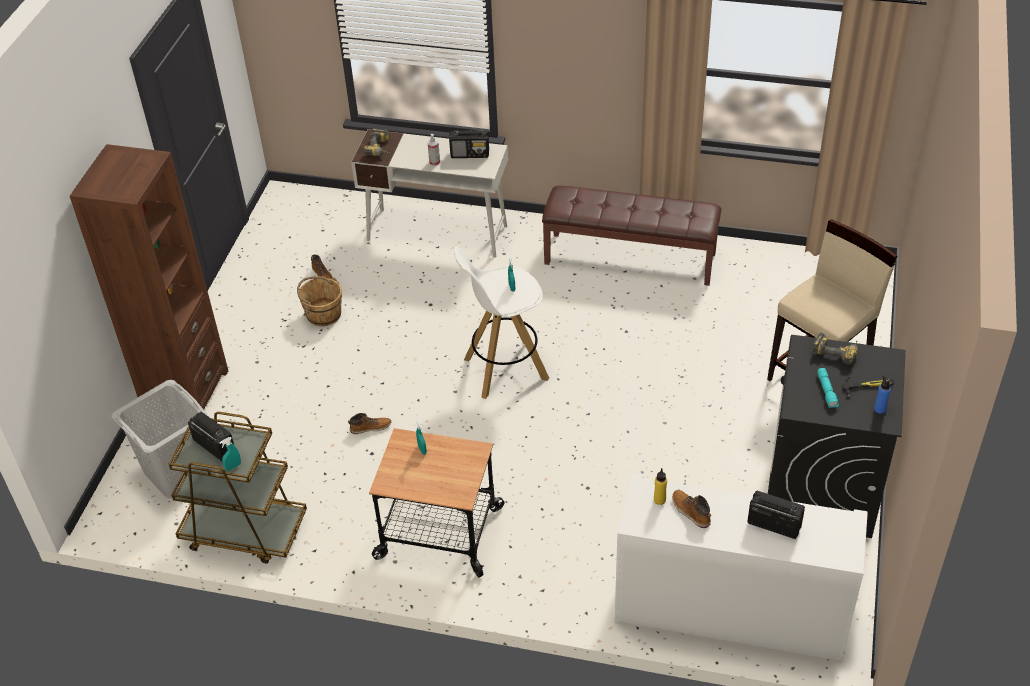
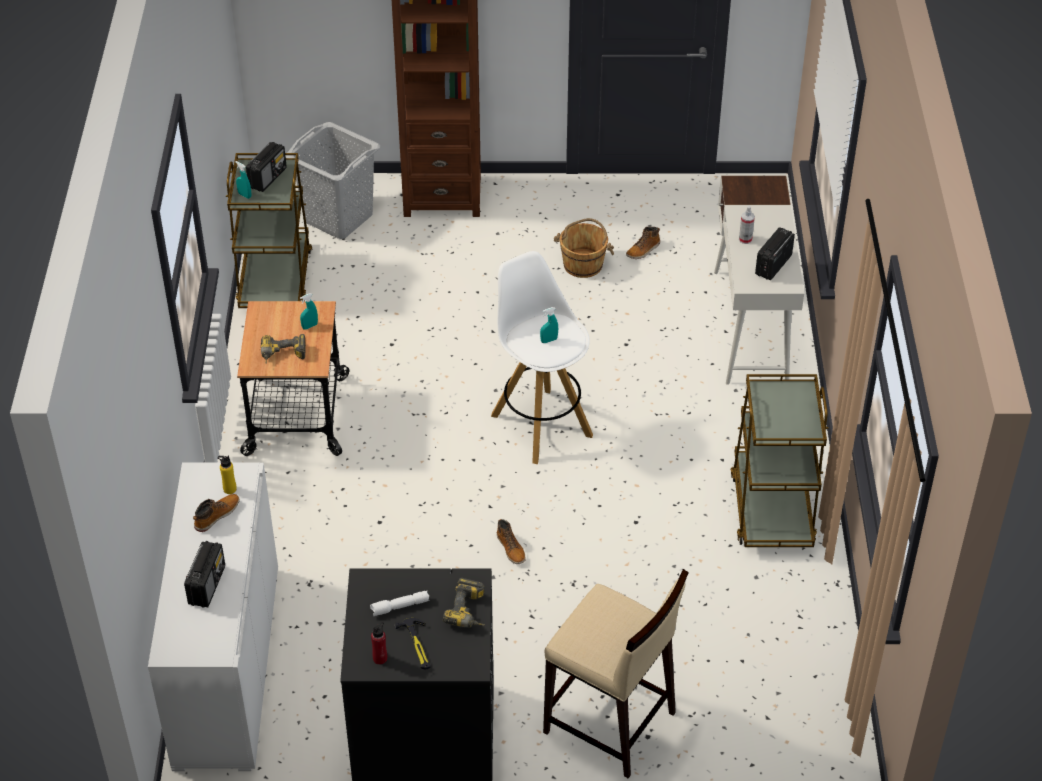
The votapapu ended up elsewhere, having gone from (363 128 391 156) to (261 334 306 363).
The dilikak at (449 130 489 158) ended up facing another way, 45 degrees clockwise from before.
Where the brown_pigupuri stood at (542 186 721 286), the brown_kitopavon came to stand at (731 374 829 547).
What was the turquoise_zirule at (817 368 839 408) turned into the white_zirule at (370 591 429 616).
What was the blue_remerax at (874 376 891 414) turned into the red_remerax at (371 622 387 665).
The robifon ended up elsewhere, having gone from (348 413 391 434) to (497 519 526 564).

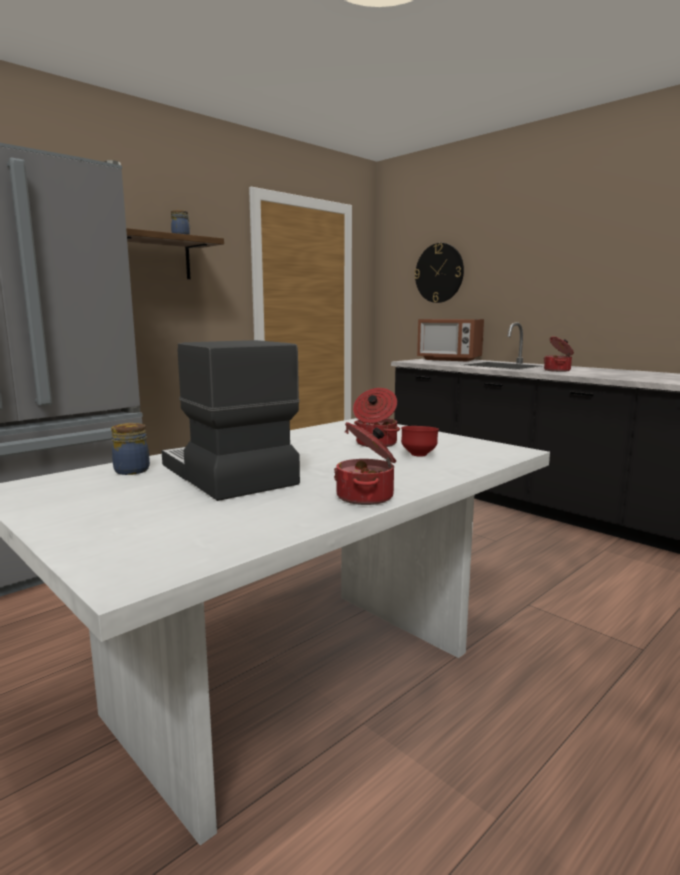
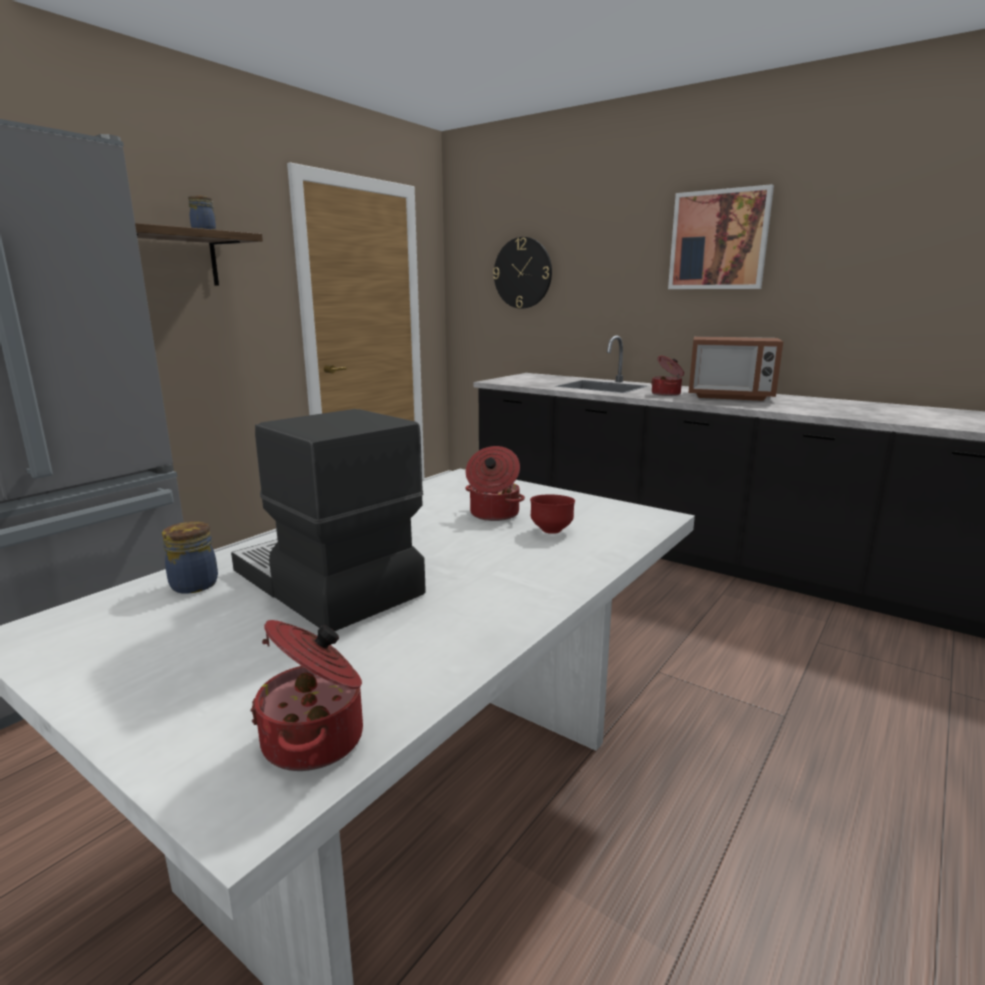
The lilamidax ended up elsewhere, having gone from (417 319 484 361) to (688 336 783 401).
The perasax ended up elsewhere, having gone from (334 422 396 505) to (250 620 363 771).
The second view gained the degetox at (668 184 774 289).

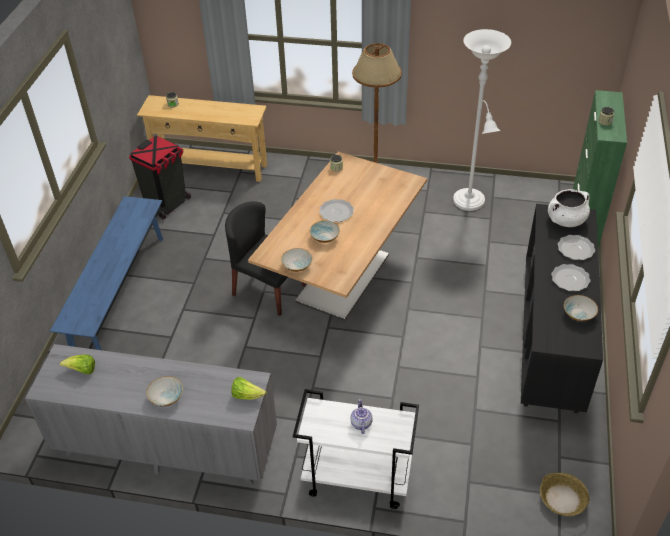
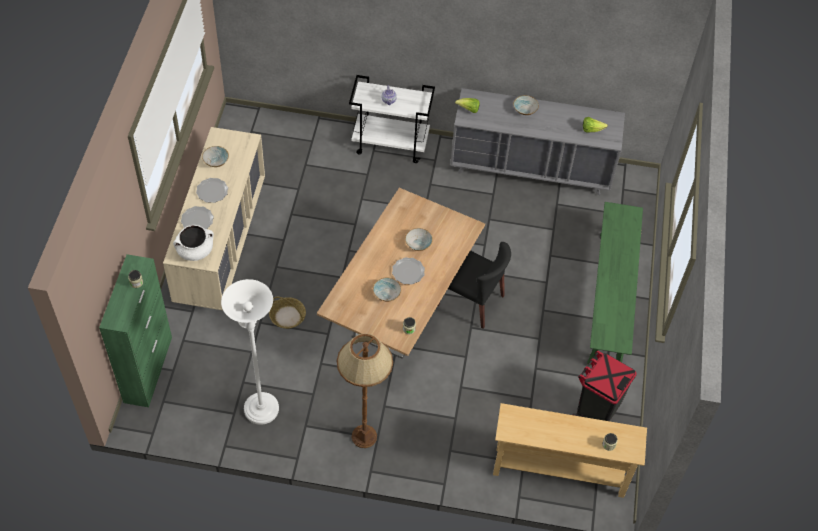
What was the blue_pigupuri at (50 196 163 350) turned into the green_pigupuri at (587 202 643 366).
What was the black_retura at (521 204 603 413) turned into the beige_retura at (163 127 265 310).
The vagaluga ended up elsewhere, having gone from (281 248 312 272) to (373 277 401 301).
The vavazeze ended up elsewhere, having gone from (540 473 590 516) to (269 297 306 329).

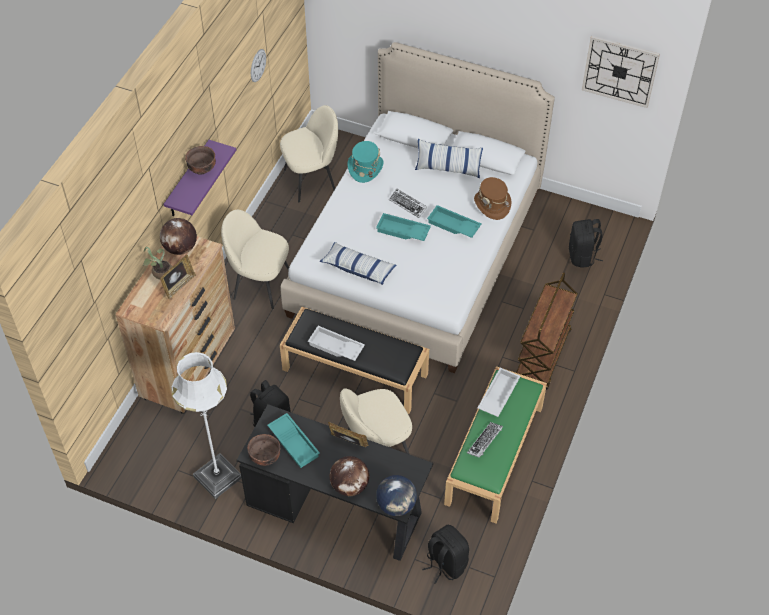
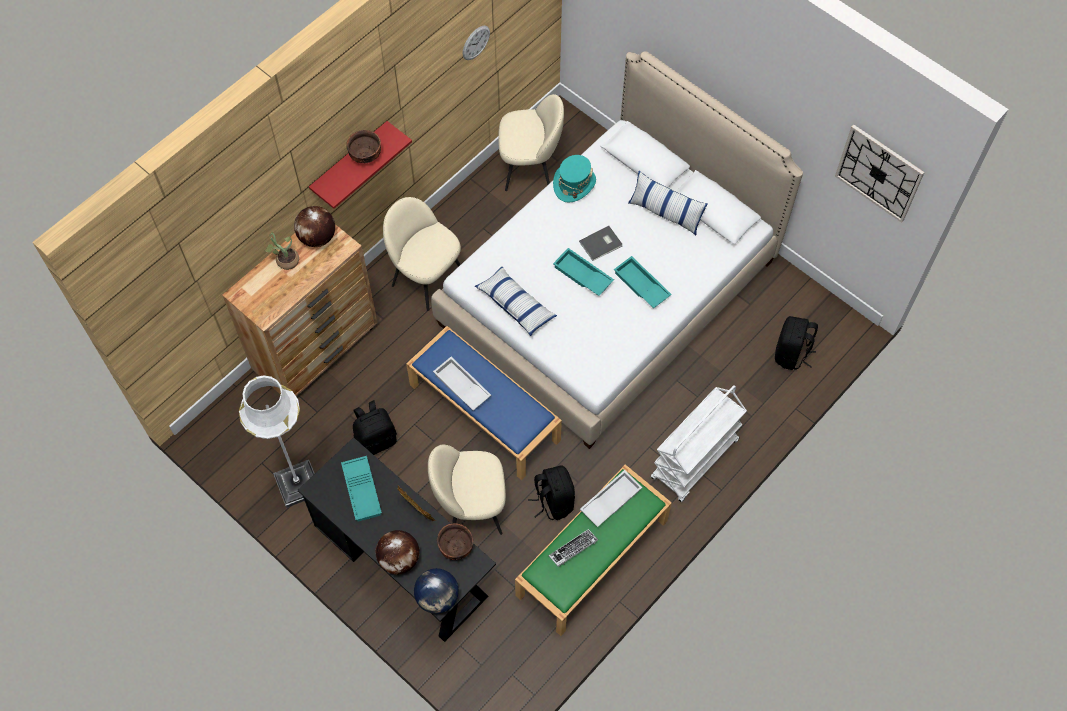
What was the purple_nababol at (163 140 236 216) turned into the red_nababol at (309 121 412 209).
The second view lost the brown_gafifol at (474 177 511 220).
Where the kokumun stood at (389 189 427 218), the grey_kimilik came to stand at (579 226 622 261).
The second view lost the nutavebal at (160 255 196 299).
What was the brown_kitopavon at (516 272 578 390) turned into the white_kitopavon at (651 385 747 502).
What was the black_pigupuri at (280 307 429 414) turned into the blue_pigupuri at (406 326 562 480).
The brown_vagaluga ended up elsewhere, having gone from (247 434 281 466) to (437 523 473 560).
The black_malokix ended up elsewhere, having gone from (422 525 469 584) to (528 465 575 520).

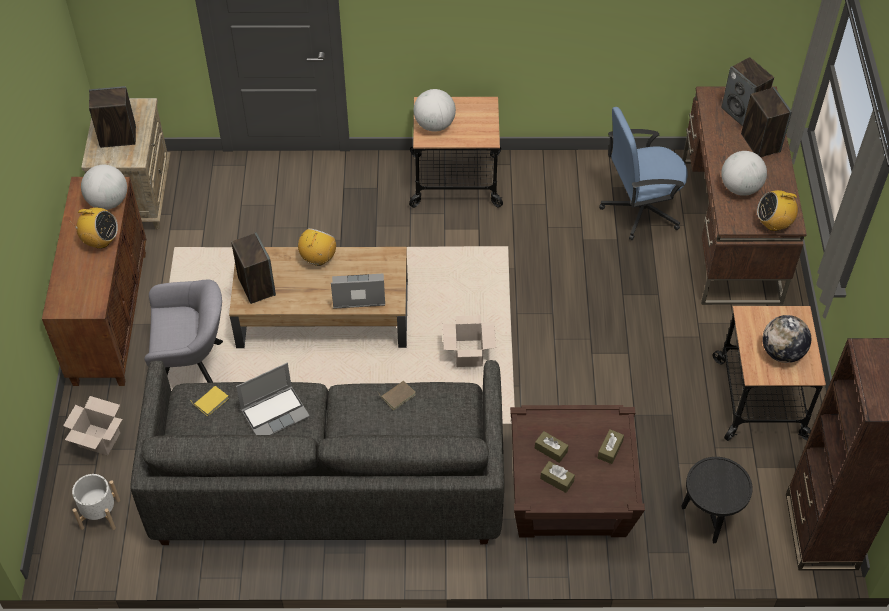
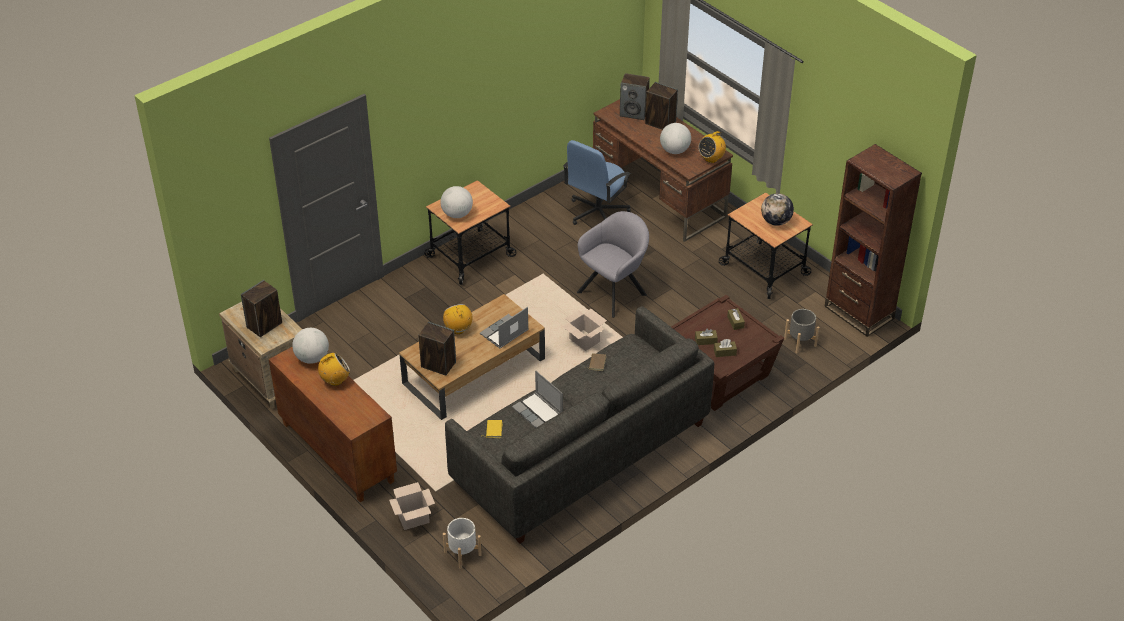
The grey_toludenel ended up elsewhere, having gone from (144 280 223 383) to (577 211 649 318).
The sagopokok at (236 363 310 435) ended up facing another way, 120 degrees clockwise from before.
Where the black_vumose stood at (681 457 753 543), the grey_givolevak came to stand at (784 309 820 353).

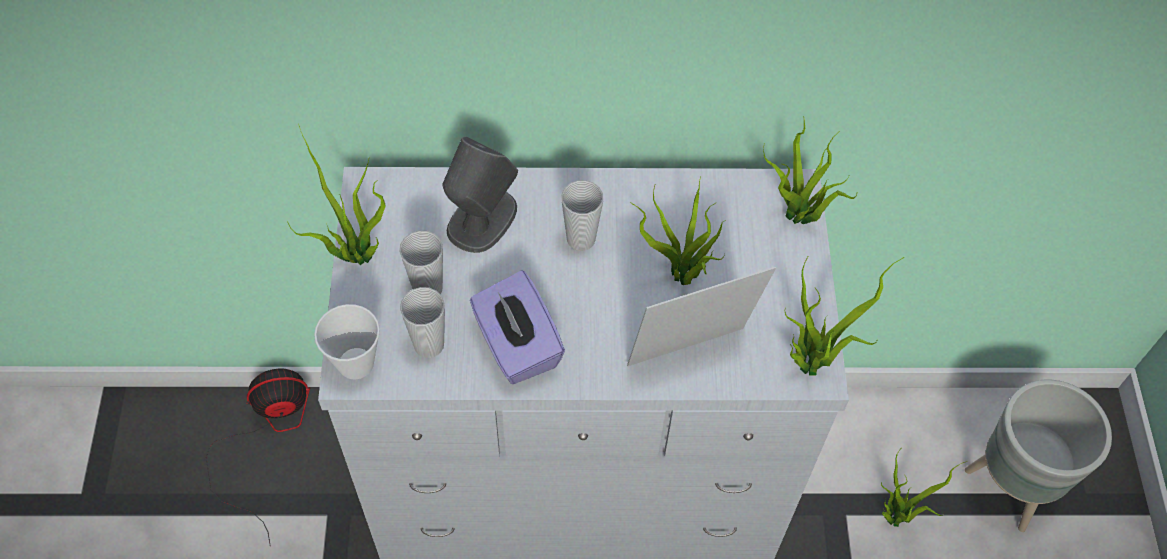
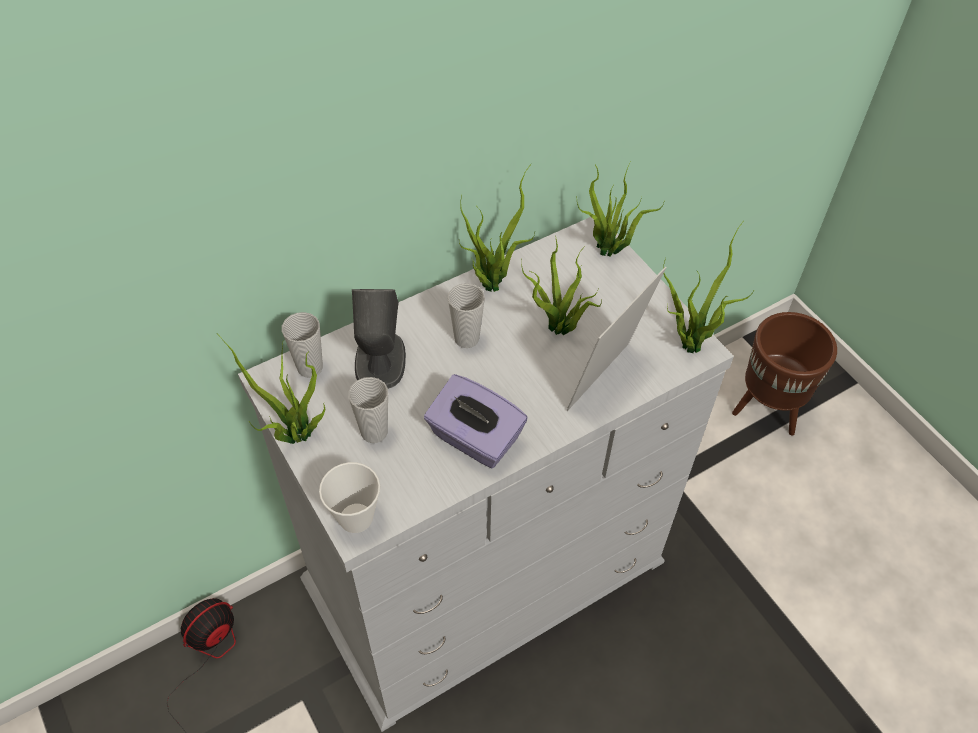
The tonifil ended up elsewhere, having gone from (400 287 445 358) to (282 312 323 378).
What was the grey_givolevak at (965 380 1112 532) turned into the brown_givolevak at (732 312 837 436).
The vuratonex ended up elsewhere, having gone from (881 450 967 527) to (459 164 535 292).

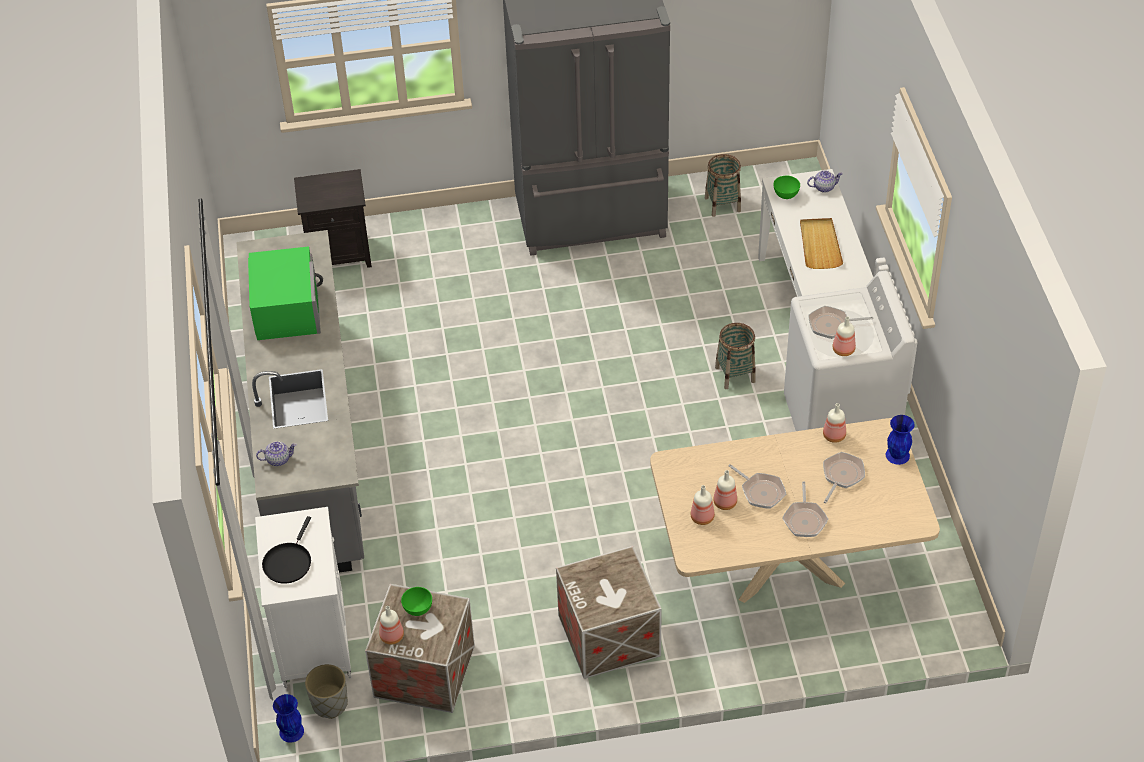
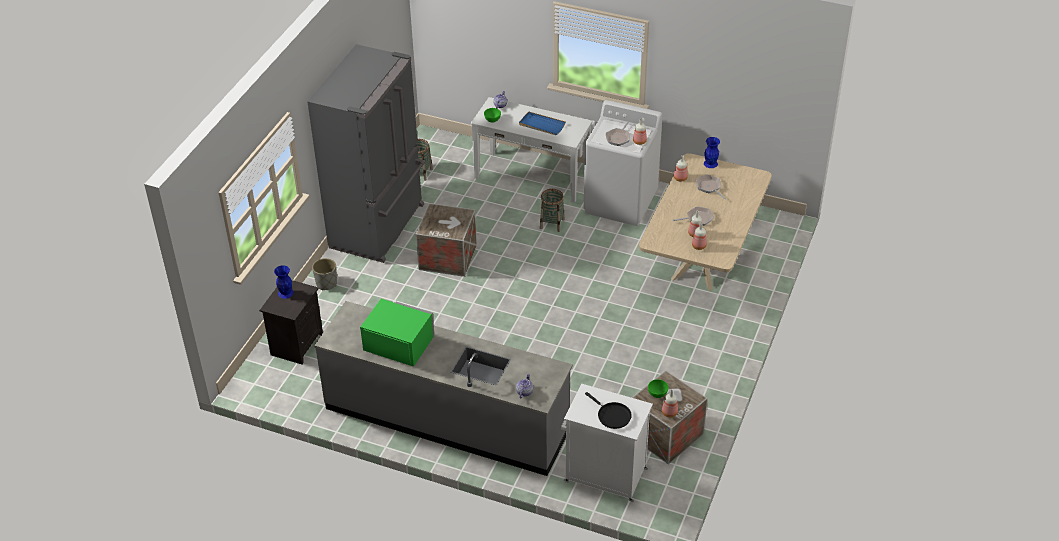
What was the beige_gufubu at (800 218 843 269) turned into the blue_gufubu at (519 112 566 135).
The second view lost the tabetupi at (782 481 828 537).
The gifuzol ended up elsewhere, having gone from (556 546 662 679) to (416 203 477 277).
The grey_givolevak ended up elsewhere, having gone from (305 664 348 719) to (312 258 337 291).
The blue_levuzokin ended up elsewhere, having gone from (273 694 304 742) to (274 265 294 299).

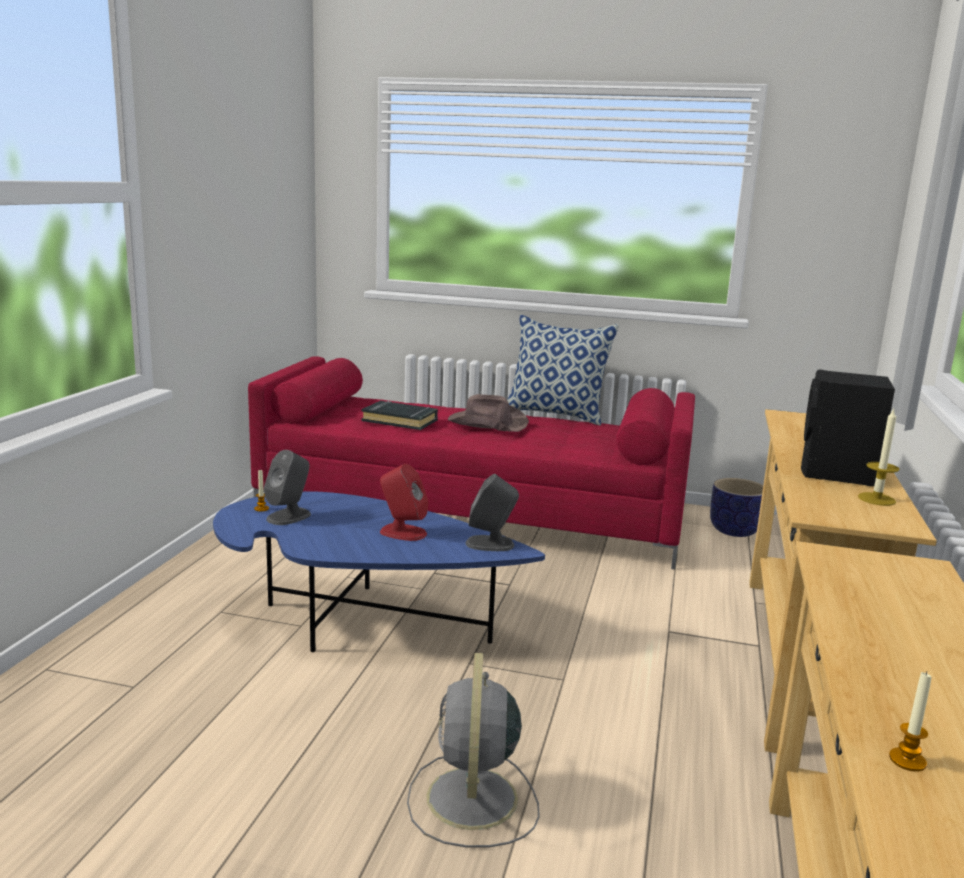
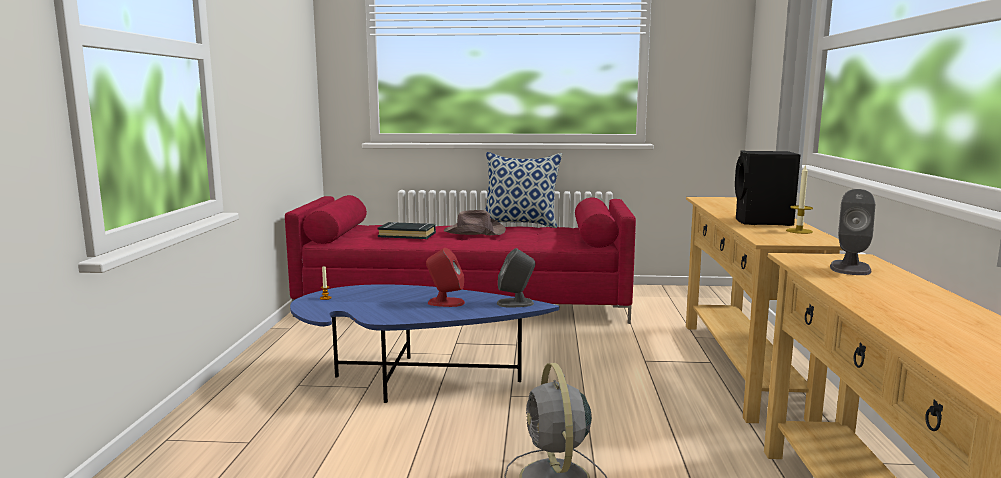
The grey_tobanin ended up elsewhere, having gone from (264 450 311 525) to (830 189 876 275).
The second view lost the givolevak at (710 478 763 537).
The second view lost the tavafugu at (889 672 932 772).

